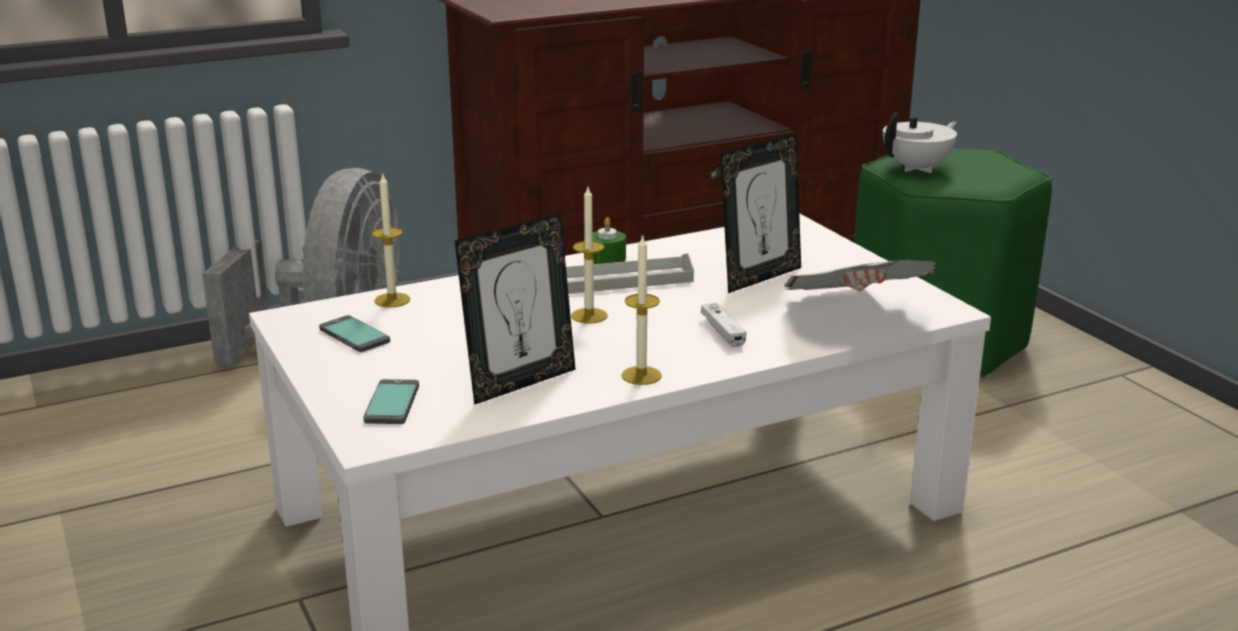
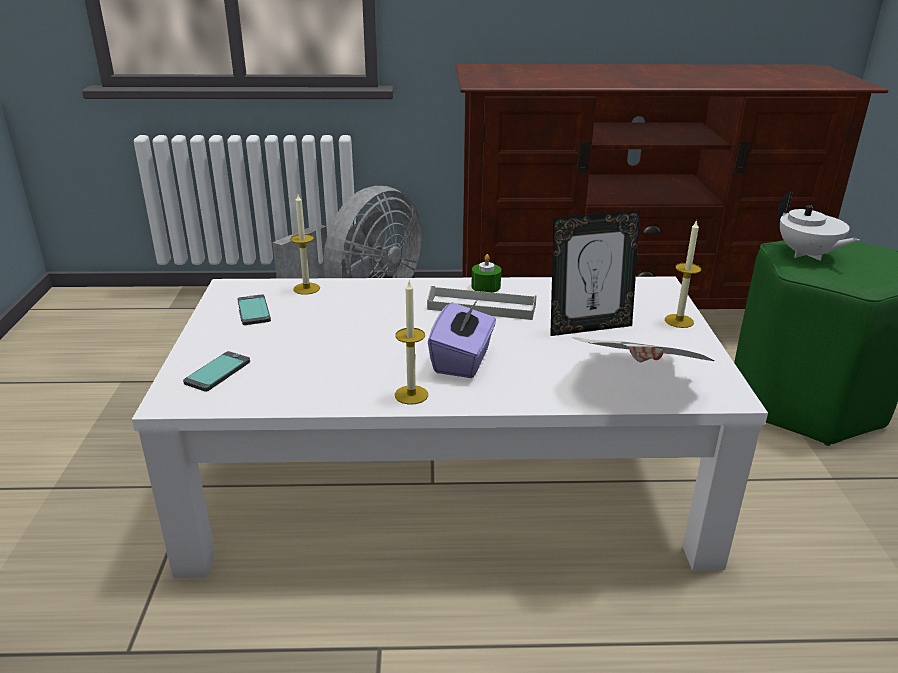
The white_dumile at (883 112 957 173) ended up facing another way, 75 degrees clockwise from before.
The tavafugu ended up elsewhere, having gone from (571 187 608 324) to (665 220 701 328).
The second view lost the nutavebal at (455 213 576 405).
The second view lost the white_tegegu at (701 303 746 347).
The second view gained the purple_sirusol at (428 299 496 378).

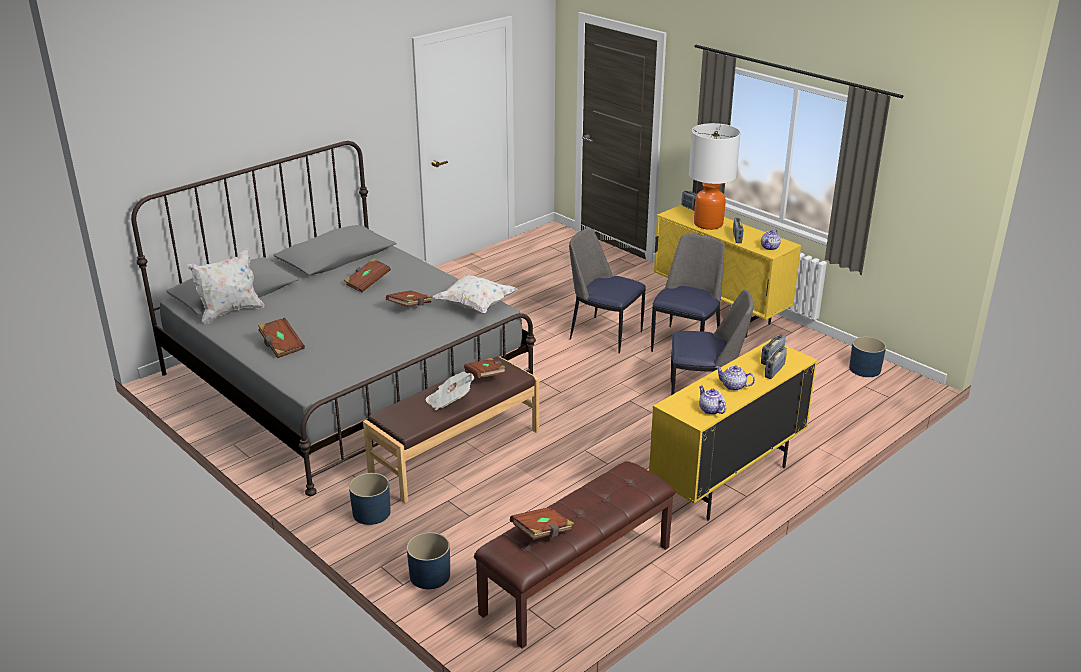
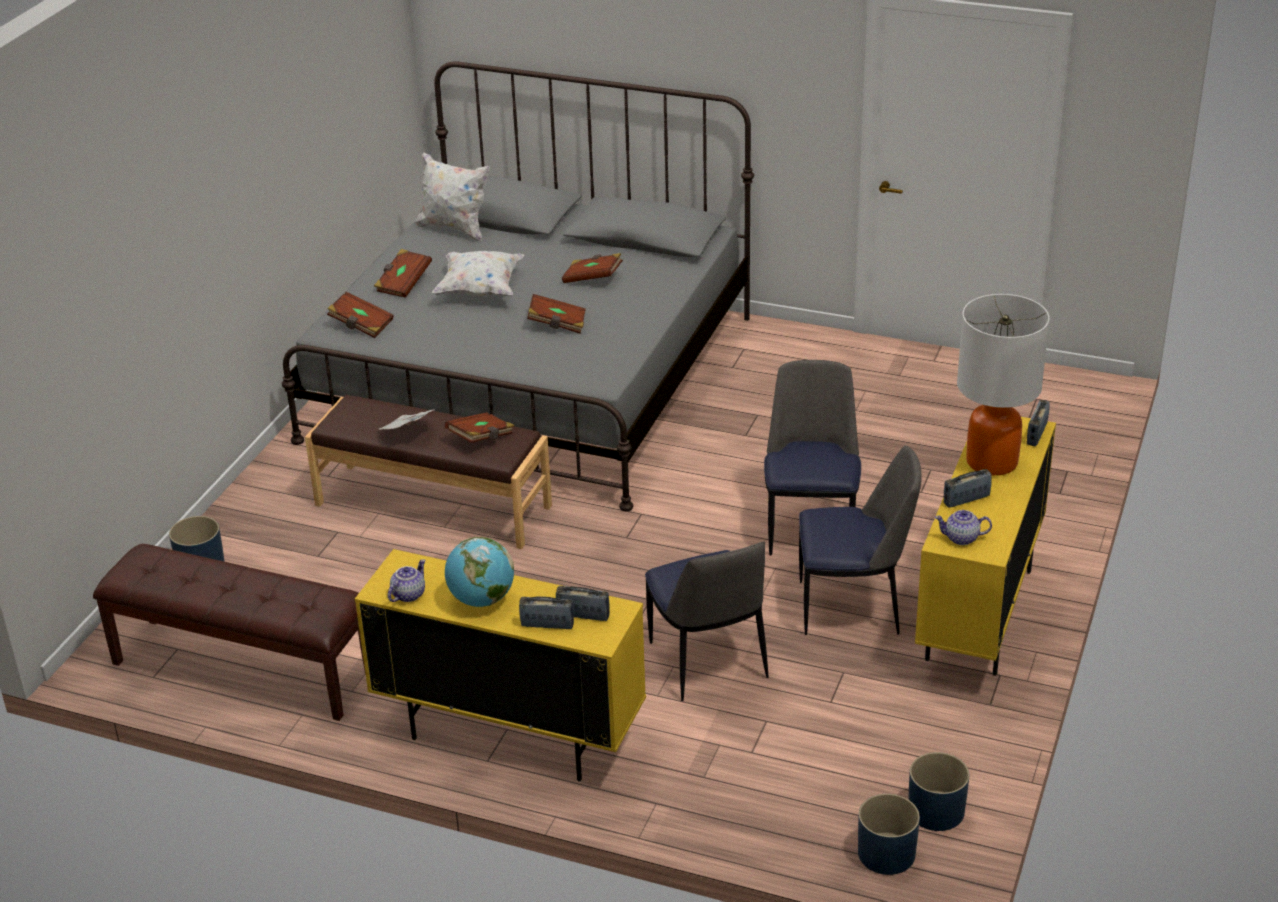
The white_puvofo ended up elsewhere, having gone from (433 274 518 314) to (432 251 524 296).
Where the dumile stood at (715 365 755 391), the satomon came to stand at (445 537 514 607).
The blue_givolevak ended up elsewhere, having gone from (349 473 391 525) to (858 794 920 875).
The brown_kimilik ended up elsewhere, having gone from (510 507 574 540) to (327 292 394 338).

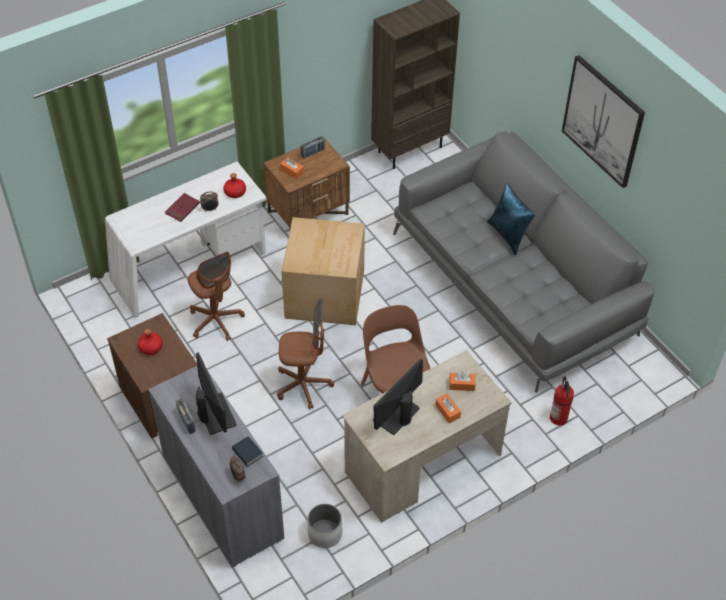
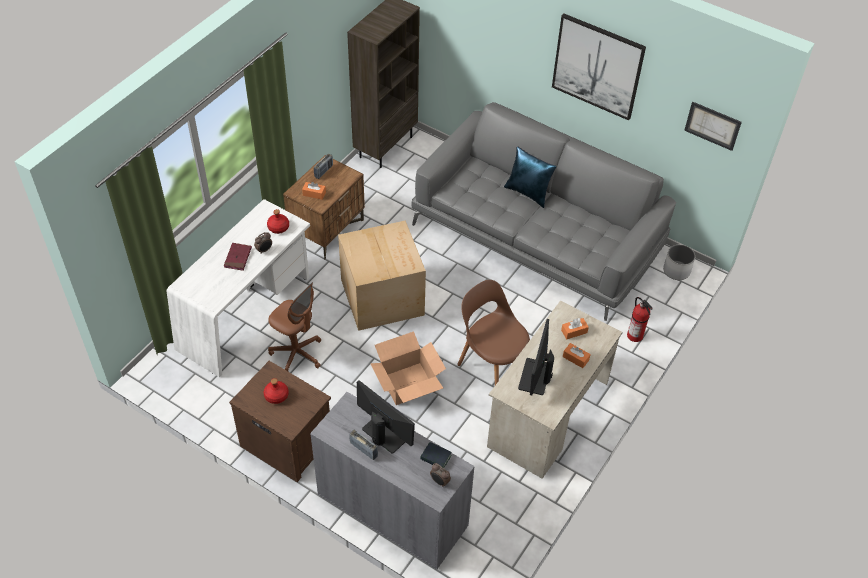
Where the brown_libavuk stood at (277 299 334 409), the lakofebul came to stand at (370 331 446 405).
The white_givolevak ended up elsewhere, having gone from (307 504 342 548) to (663 245 695 280).
The second view gained the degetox at (684 102 742 151).

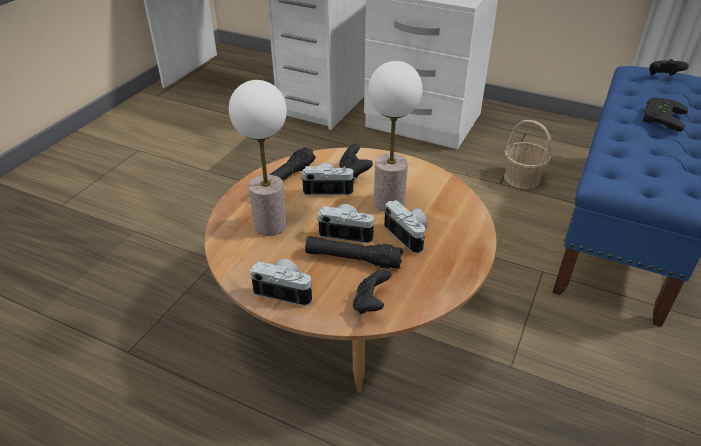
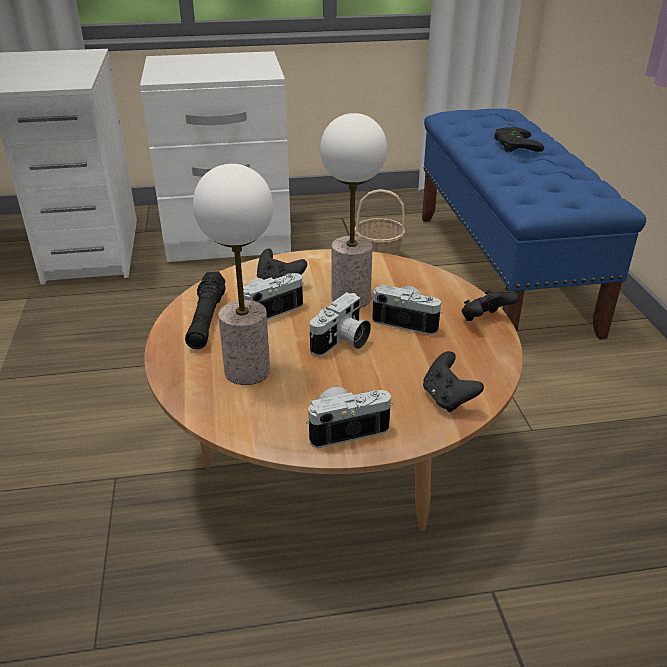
The black_tegegu ended up elsewhere, having gone from (649 59 689 76) to (462 290 519 321).
The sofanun at (317 204 376 243) ended up facing another way, 150 degrees clockwise from before.
The second view lost the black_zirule at (305 236 403 269).

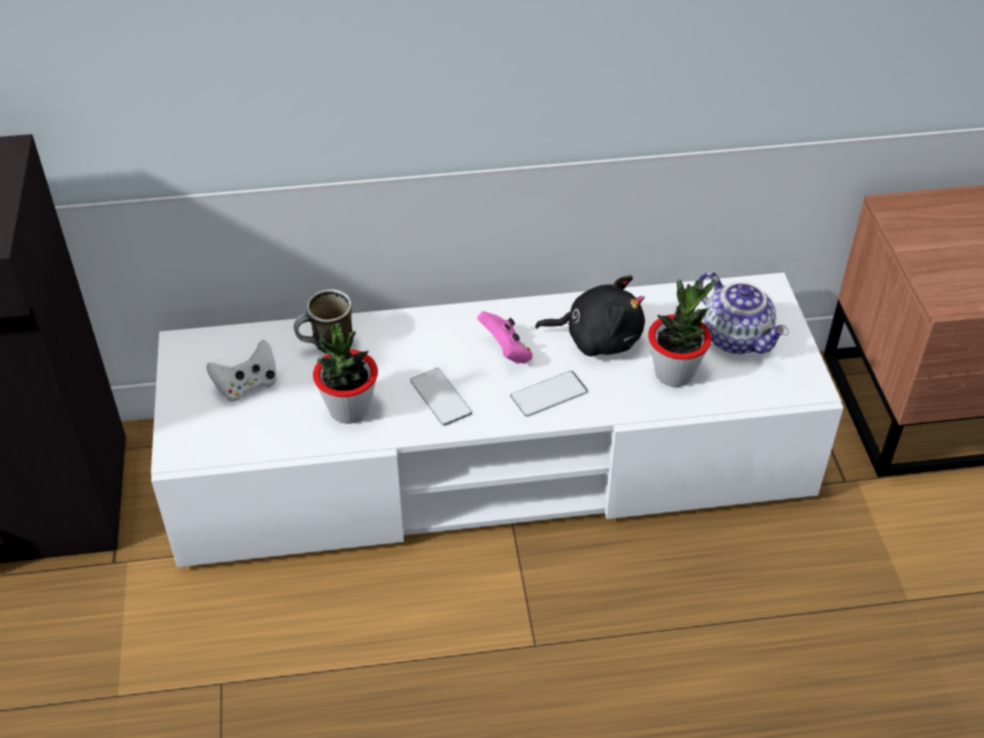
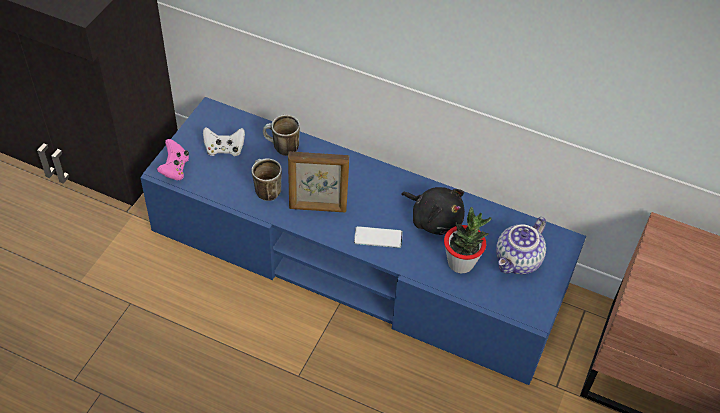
The dumile at (698 272 789 354) ended up facing another way, 45 degrees clockwise from before.
What was the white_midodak at (151 273 843 567) turned into the blue_midodak at (140 97 586 385).
The pink_tegegu ended up elsewhere, having gone from (477 311 533 363) to (157 139 189 180).
Where the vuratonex stood at (313 323 378 424), the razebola came to stand at (251 158 282 201).
Where the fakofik stood at (410 368 472 426), the nutavebal came to stand at (288 151 349 212).

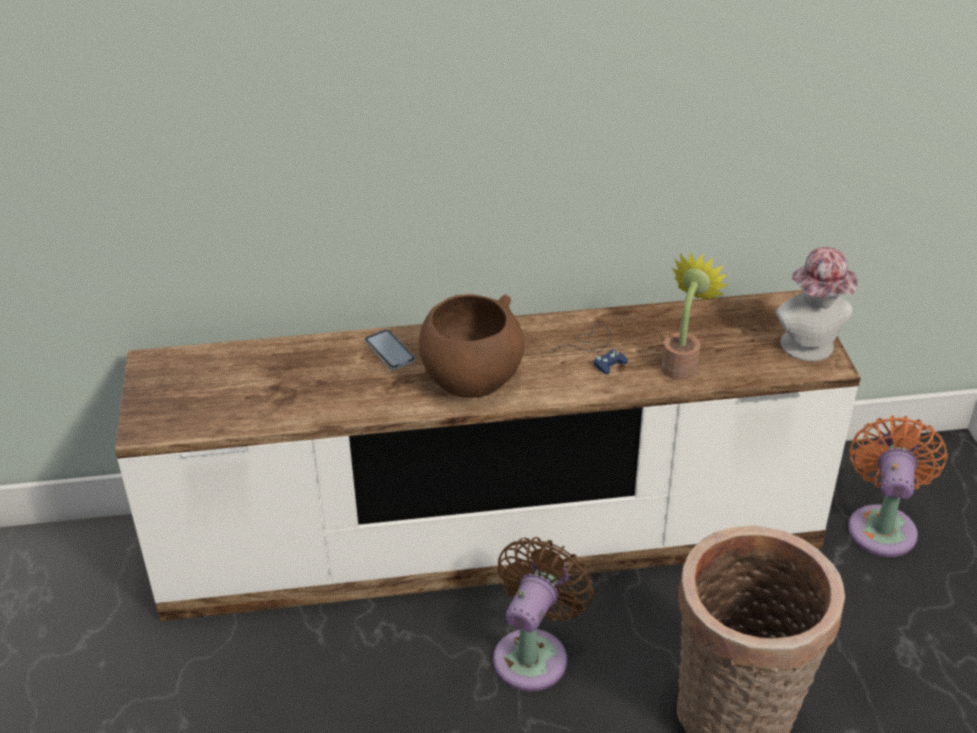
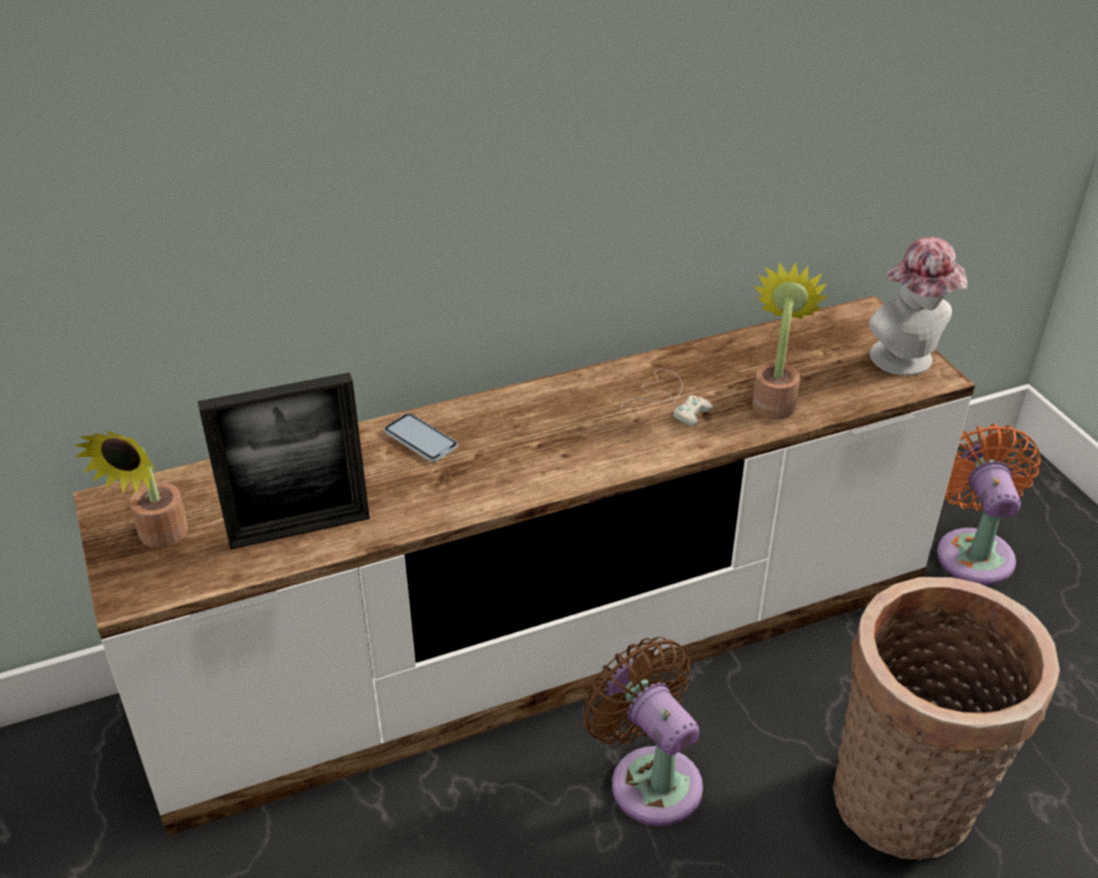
The second view lost the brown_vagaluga at (419 294 525 398).
What was the blue_tegegu at (552 324 628 375) turned into the white_tegegu at (621 369 713 426).
The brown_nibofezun at (493 537 594 691) ended up facing another way, 45 degrees counterclockwise from before.
The second view gained the nutavebal at (198 372 370 550).
The second view gained the vuratonex at (74 431 188 548).

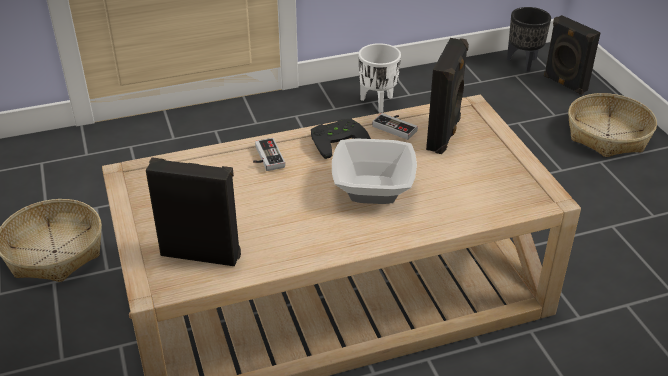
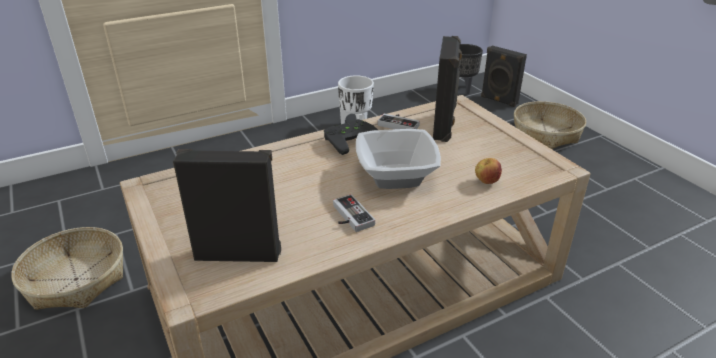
The tegegu ended up elsewhere, having gone from (253 138 285 171) to (333 194 375 232).
The second view gained the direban at (475 158 502 184).

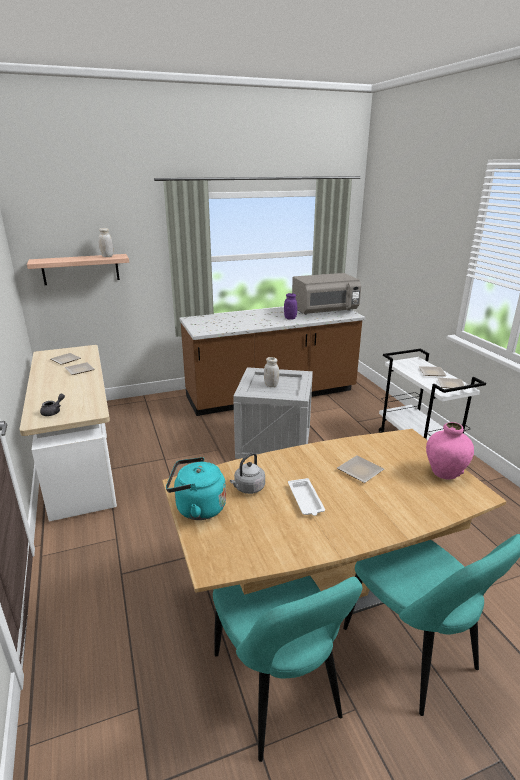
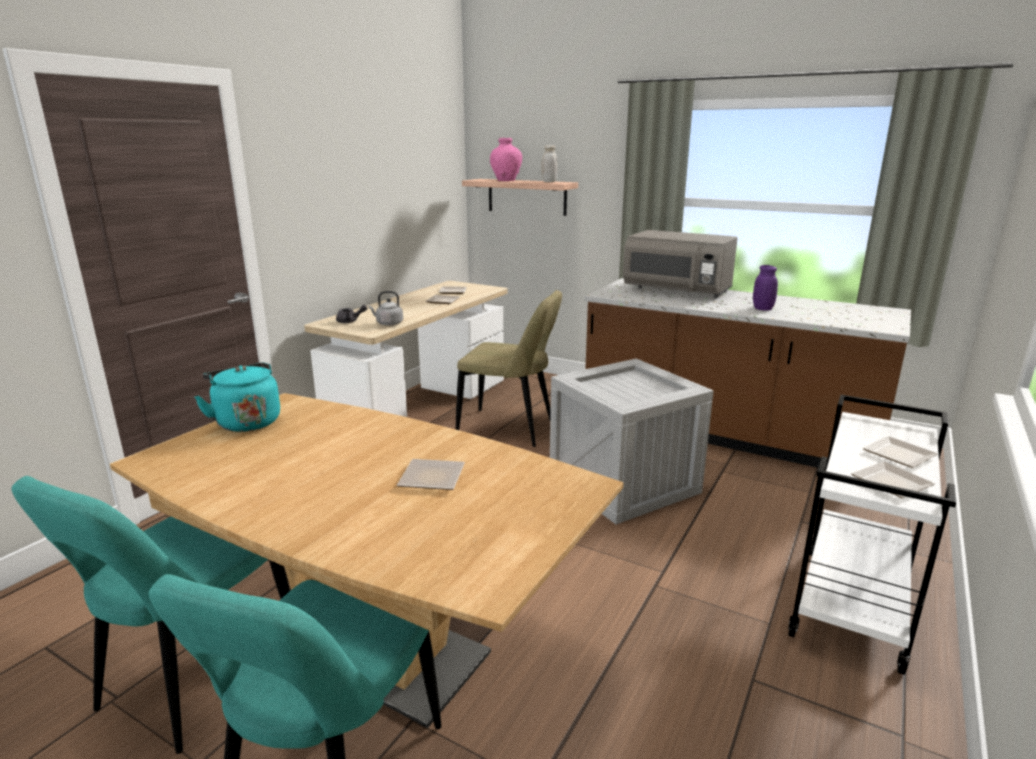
The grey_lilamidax ended up elsewhere, having gone from (292 273 361 315) to (623 230 738 298).
The second view lost the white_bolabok at (264 357 279 387).
The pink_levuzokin ended up elsewhere, having gone from (426 422 474 480) to (490 138 522 181).
The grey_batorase ended up elsewhere, having gone from (230 453 265 494) to (368 291 403 326).
The second view lost the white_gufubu at (288 478 325 516).
The second view gained the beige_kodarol at (456 290 562 447).

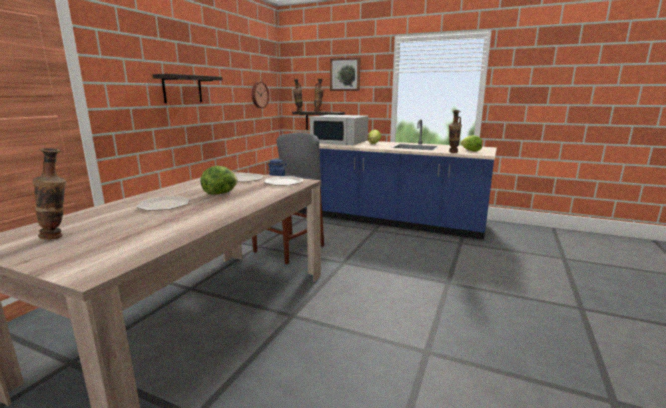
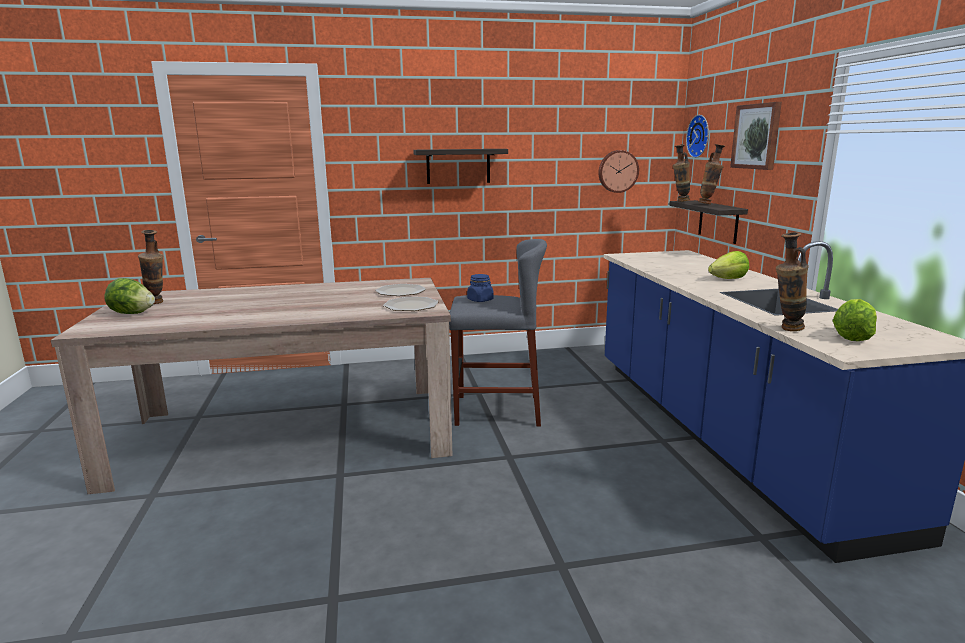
The second view lost the white_lilamidax at (310 115 368 146).
The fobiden ended up elsewhere, having gone from (201 166 237 194) to (104 278 155 314).
The second view lost the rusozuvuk at (136 196 190 211).
The second view gained the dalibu at (686 115 709 158).

